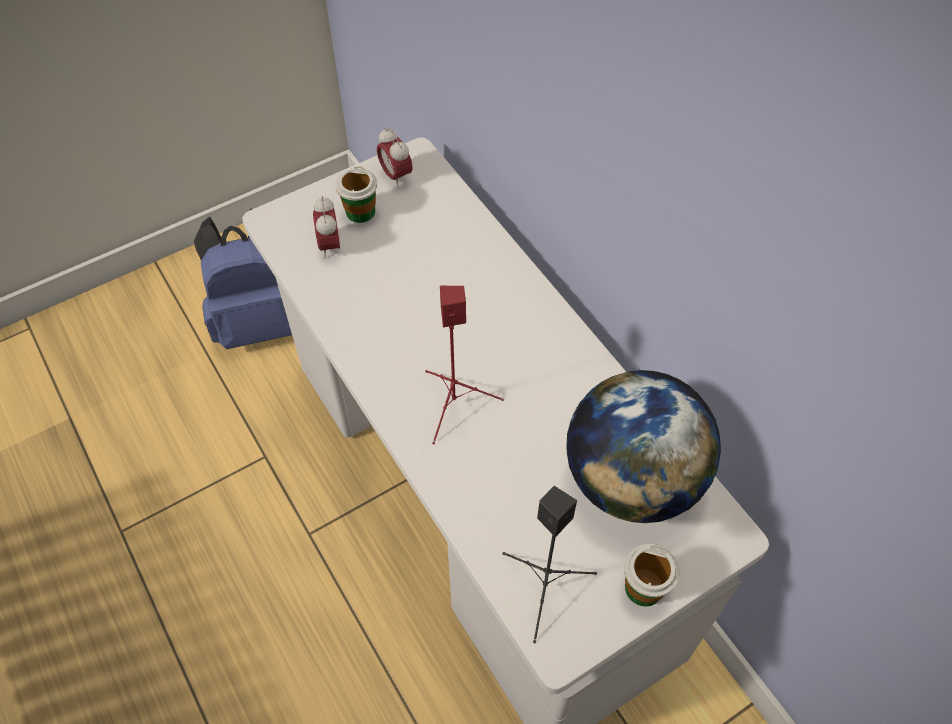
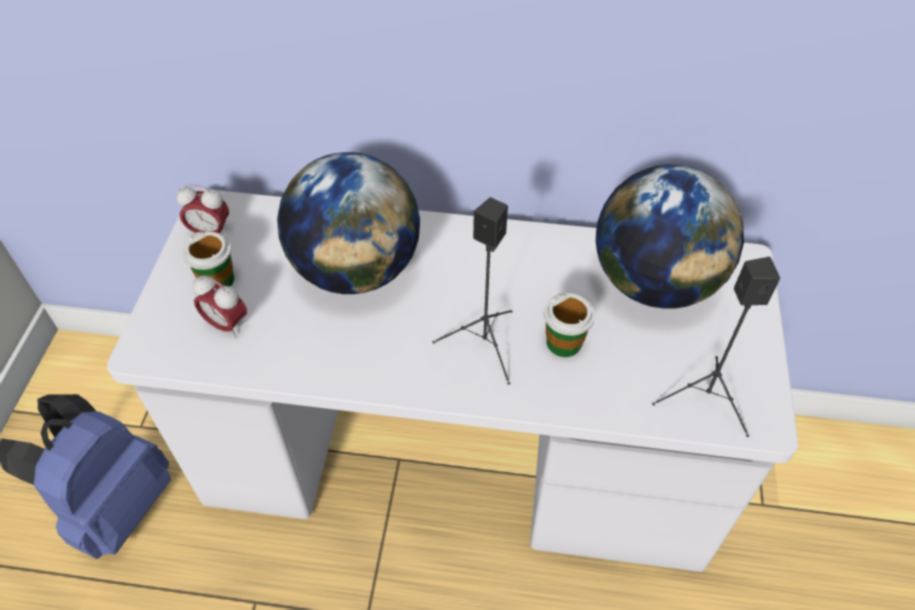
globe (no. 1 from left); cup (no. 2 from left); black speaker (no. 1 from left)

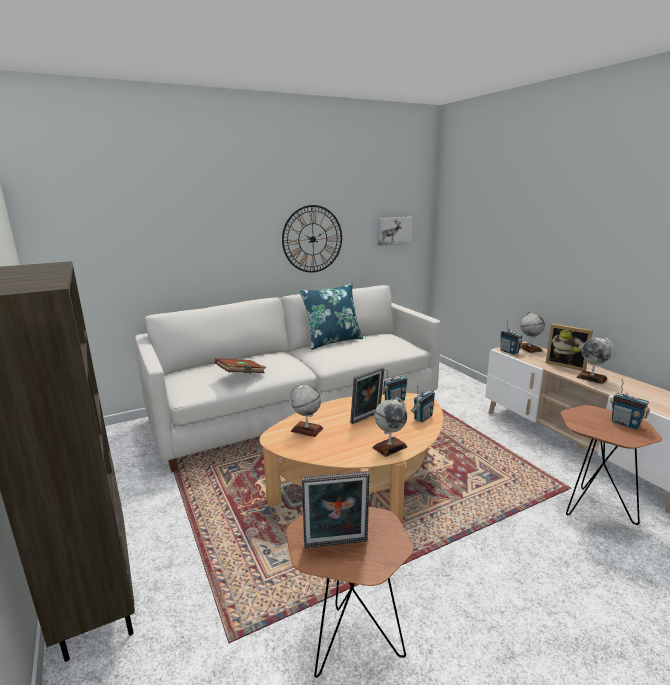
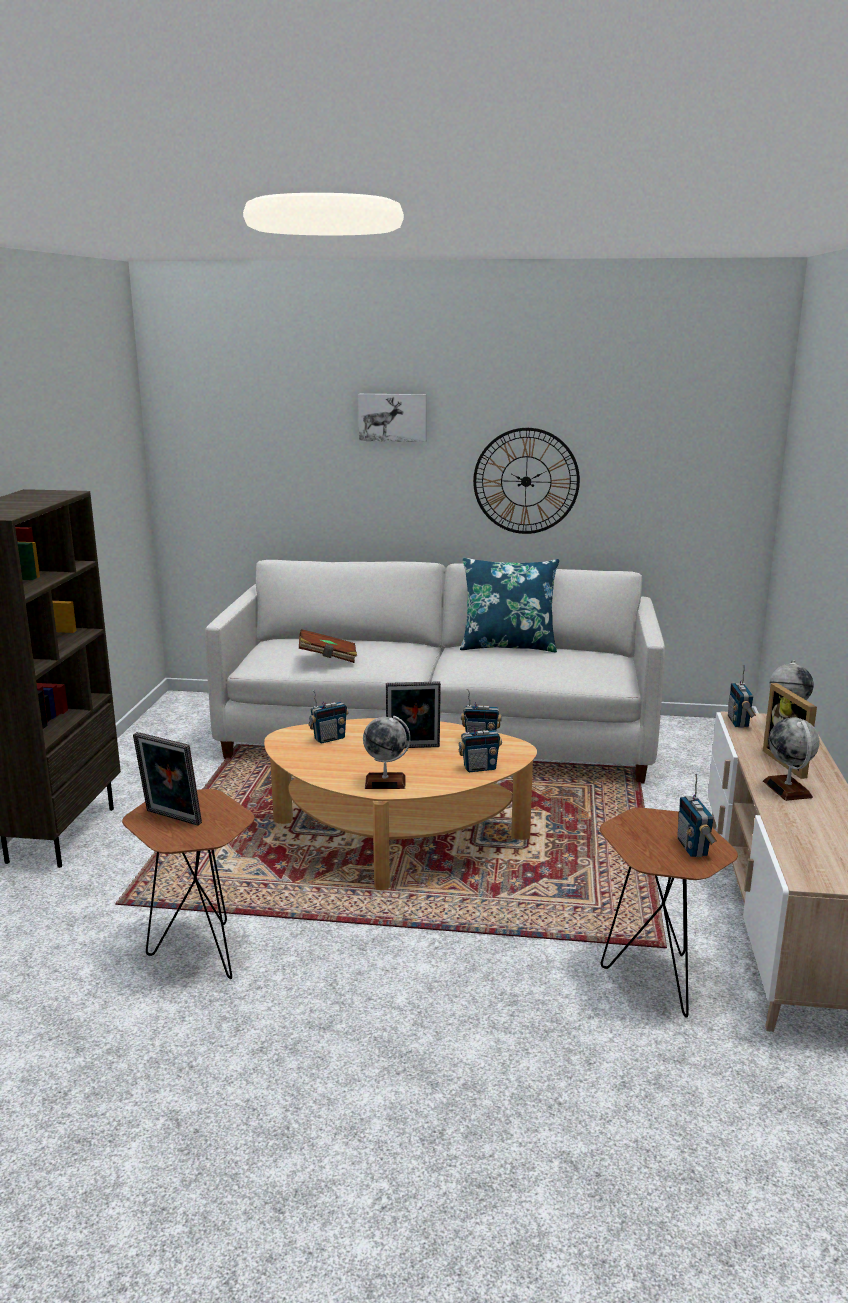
picture; radio (no. 1 from left)

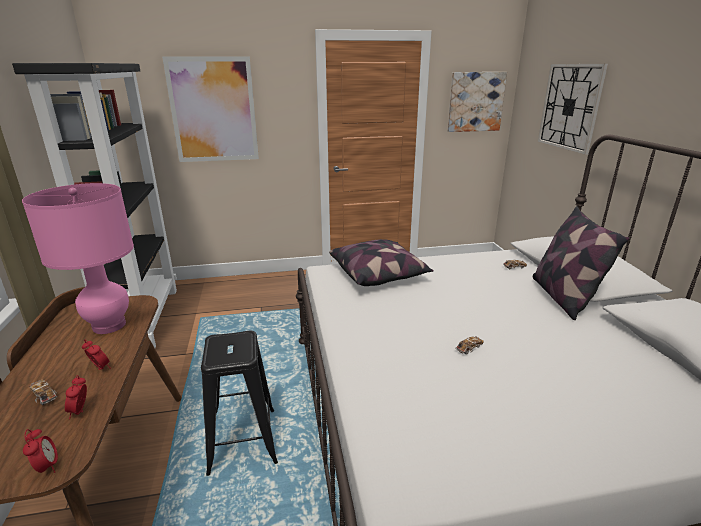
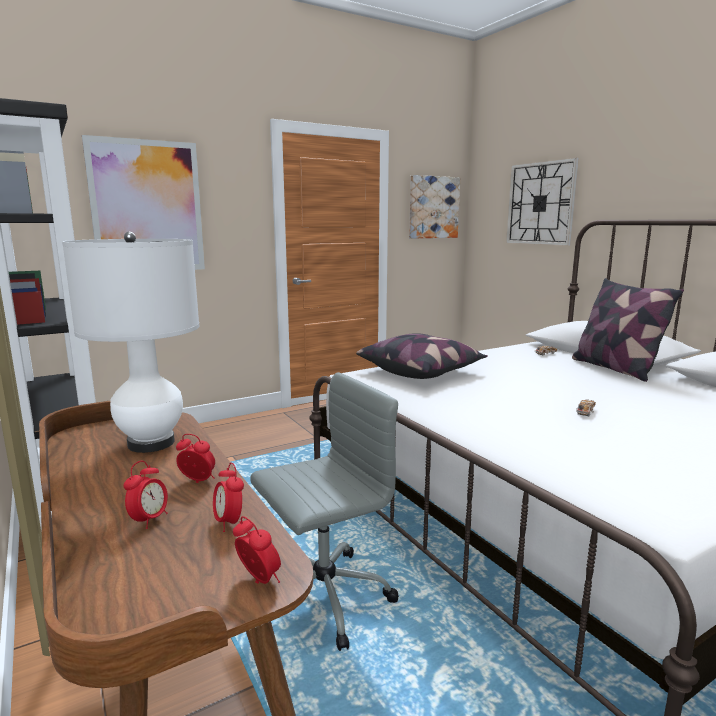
alarm clock (no. 1 from left); grey office chair; white table lamp

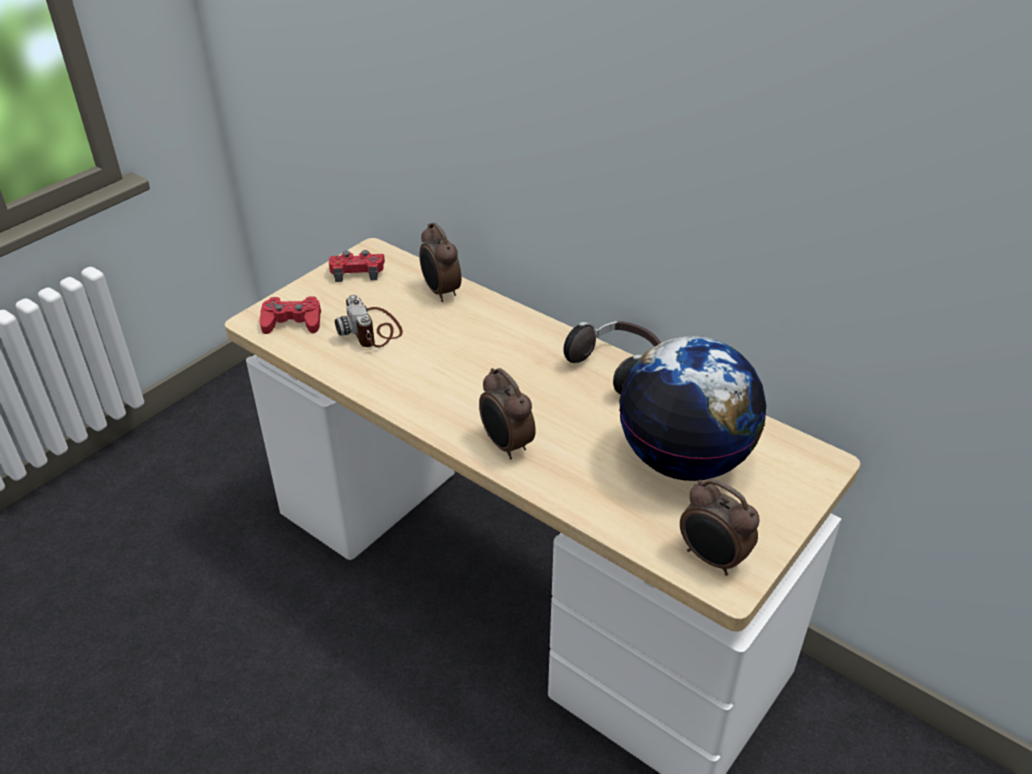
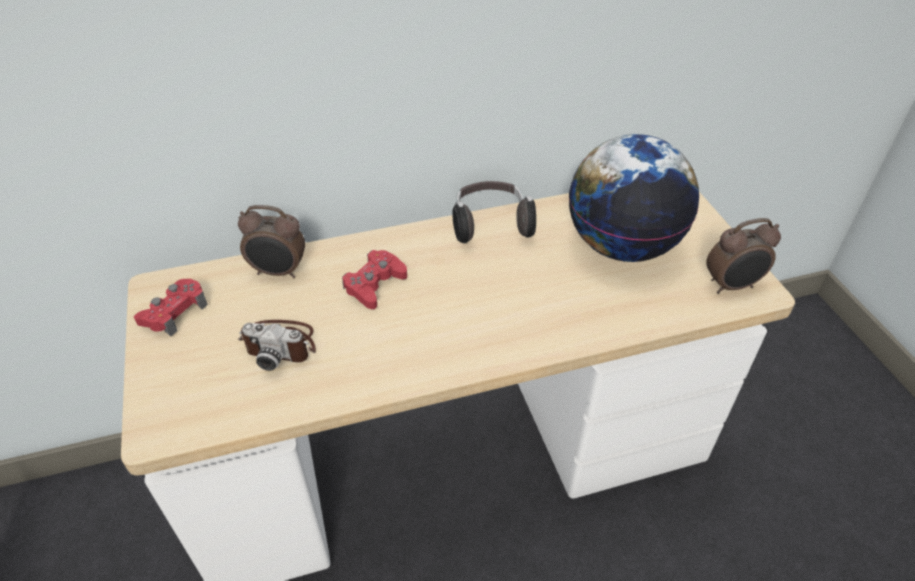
alarm clock (no. 2 from left in the first image); red game controller (no. 2 from left)

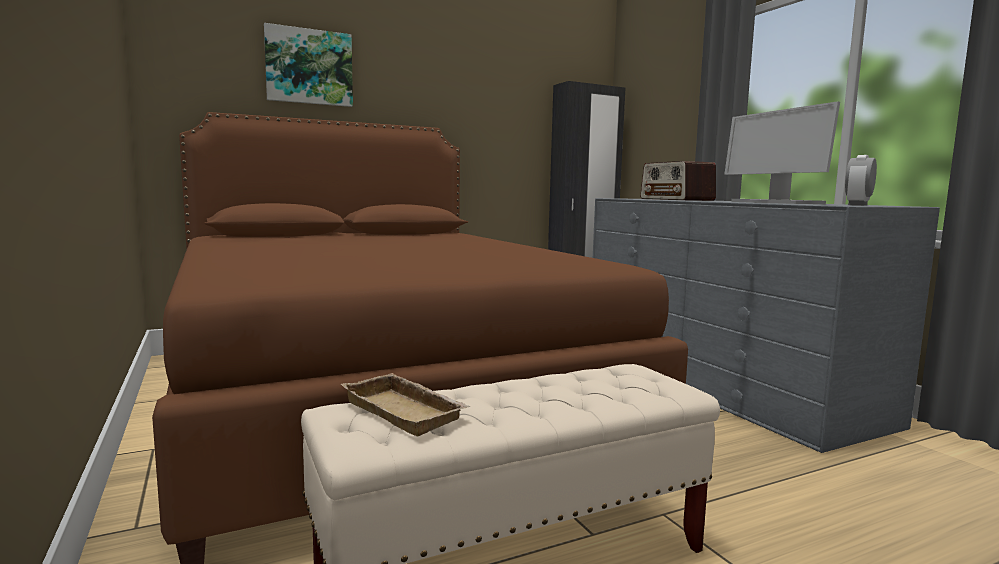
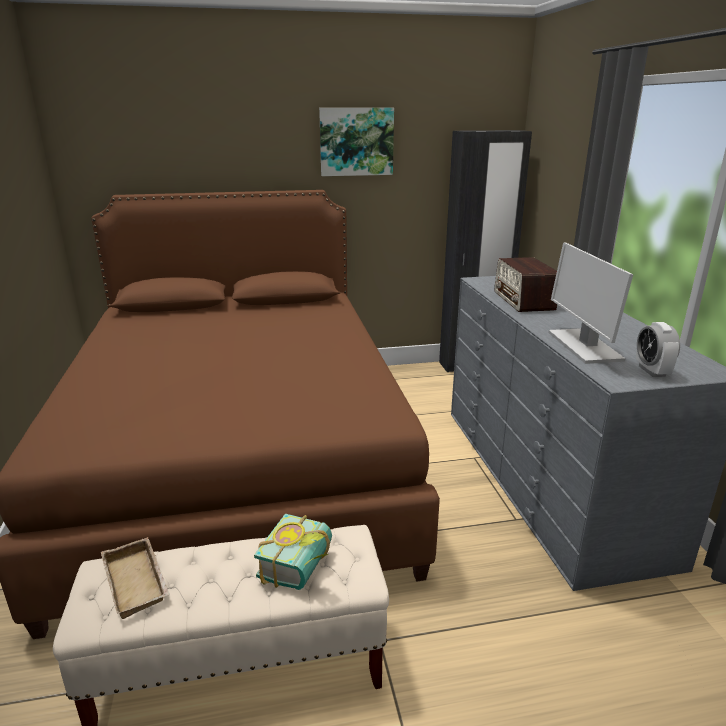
book; picture; alarm clock

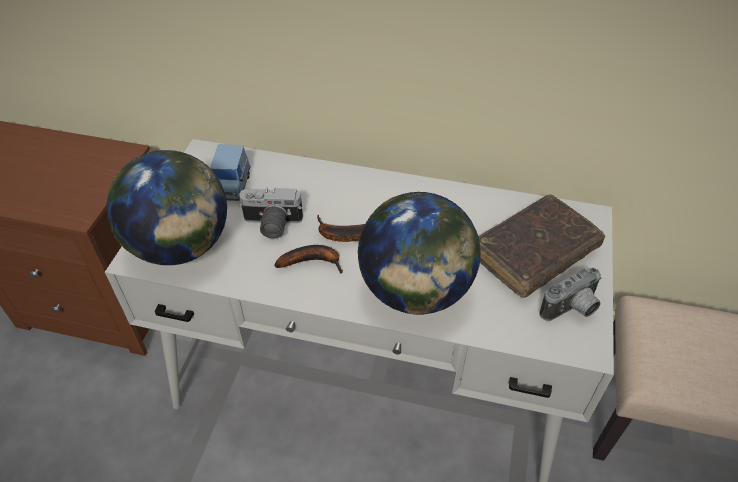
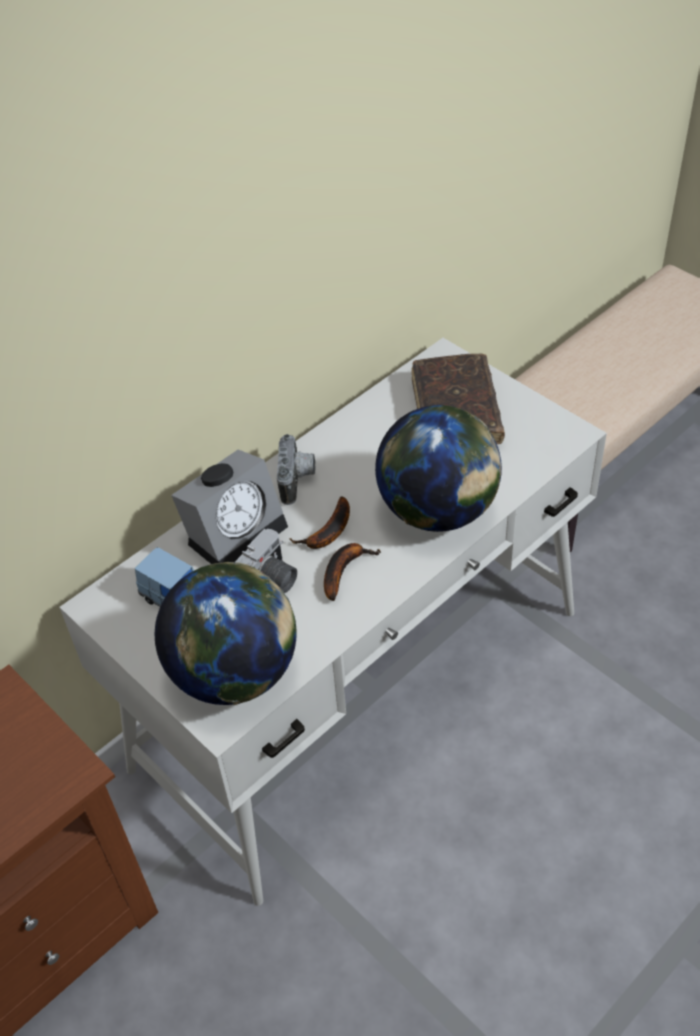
alarm clock; photo camera (no. 2 from left)

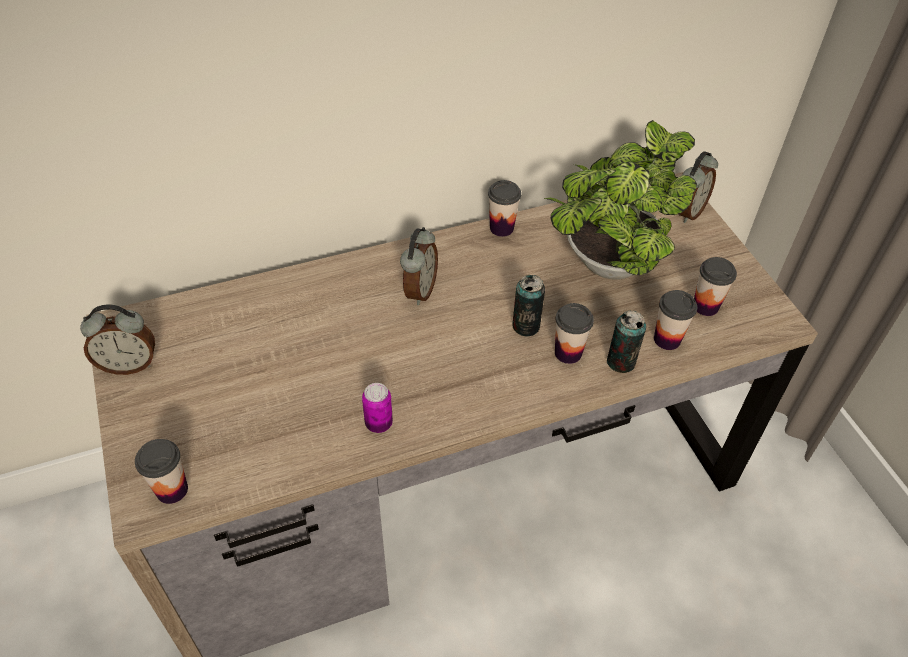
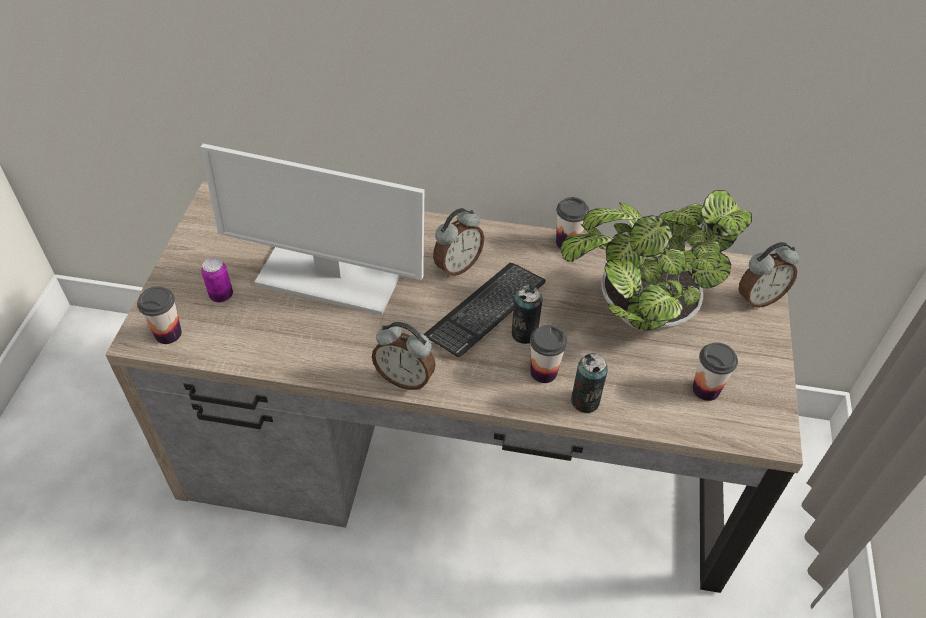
cup (no. 4 from left in the first image); monitor; keyboard; alarm clock (no. 1 from left); can (no. 1 from left)

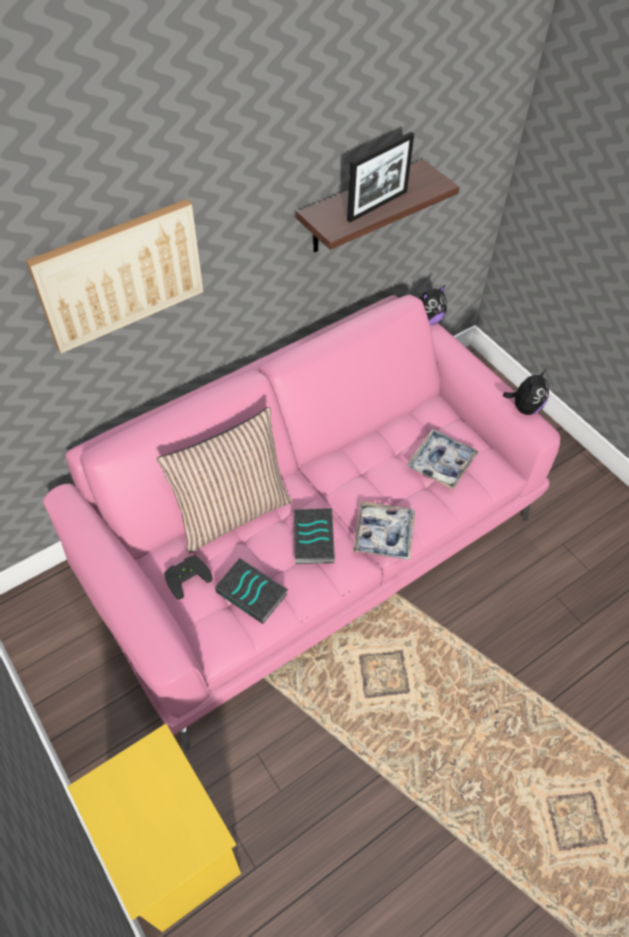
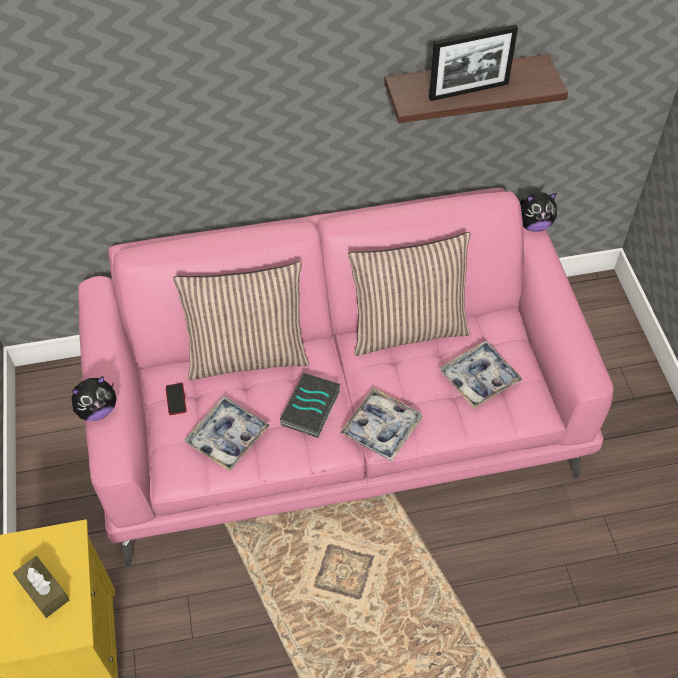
picture; brown tissue box; pillow (no. 2 from left); plush toy (no. 1 from left); phone; tray (no. 1 from left)

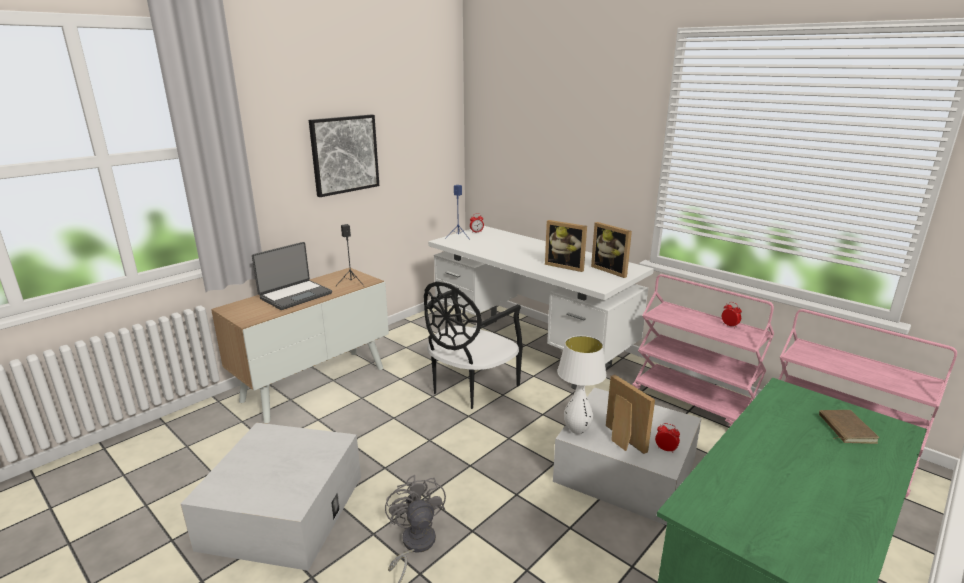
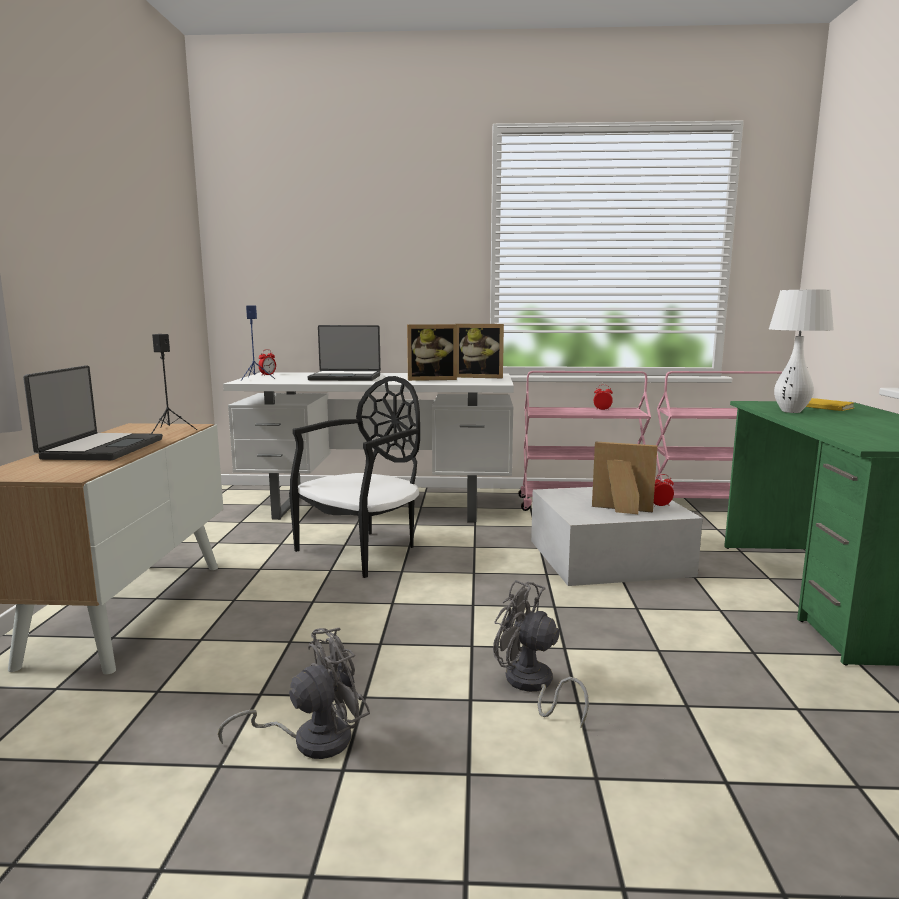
picture; laptop (no. 2 from left); white table lamp; grey fan (no. 1 from left); yellow book; black chair

